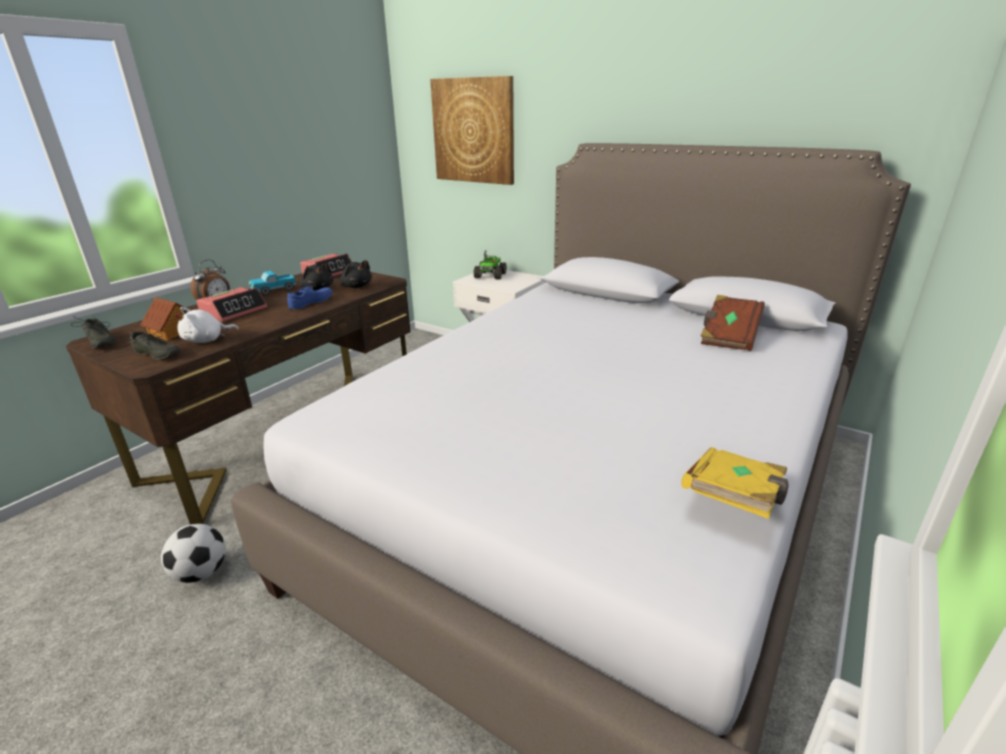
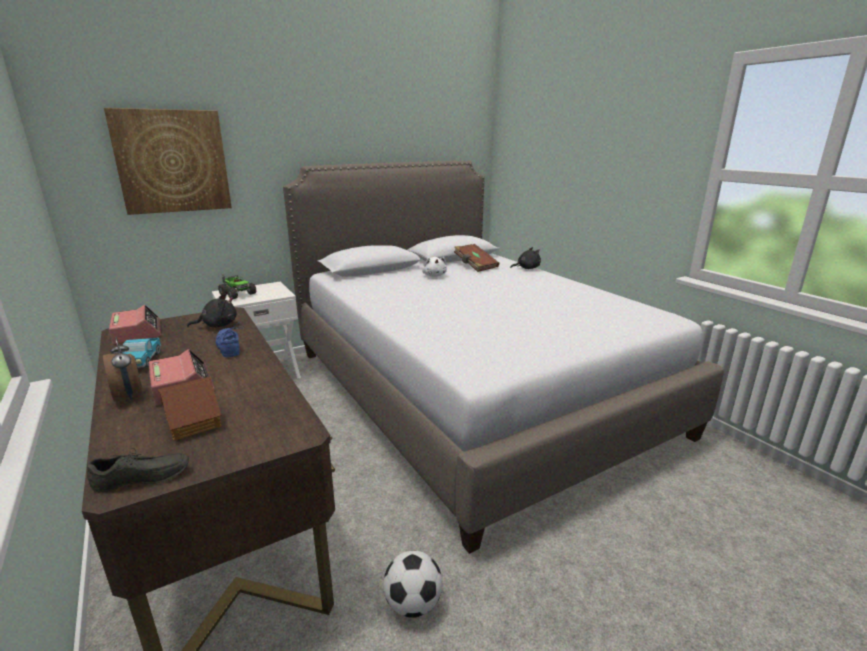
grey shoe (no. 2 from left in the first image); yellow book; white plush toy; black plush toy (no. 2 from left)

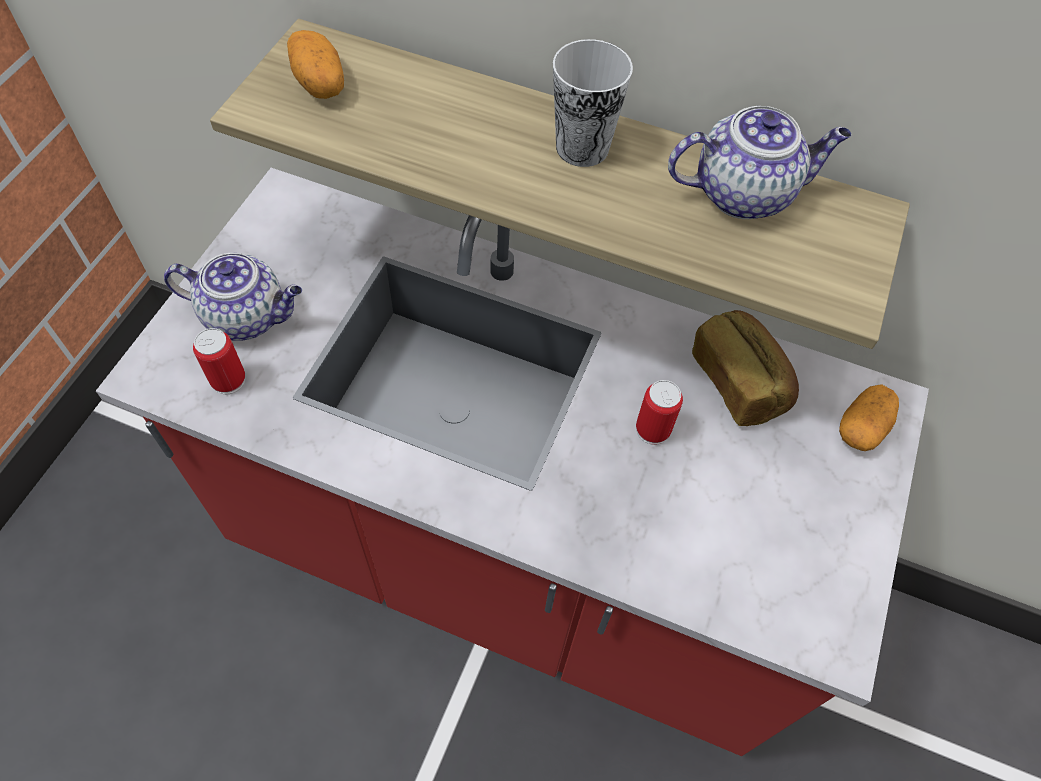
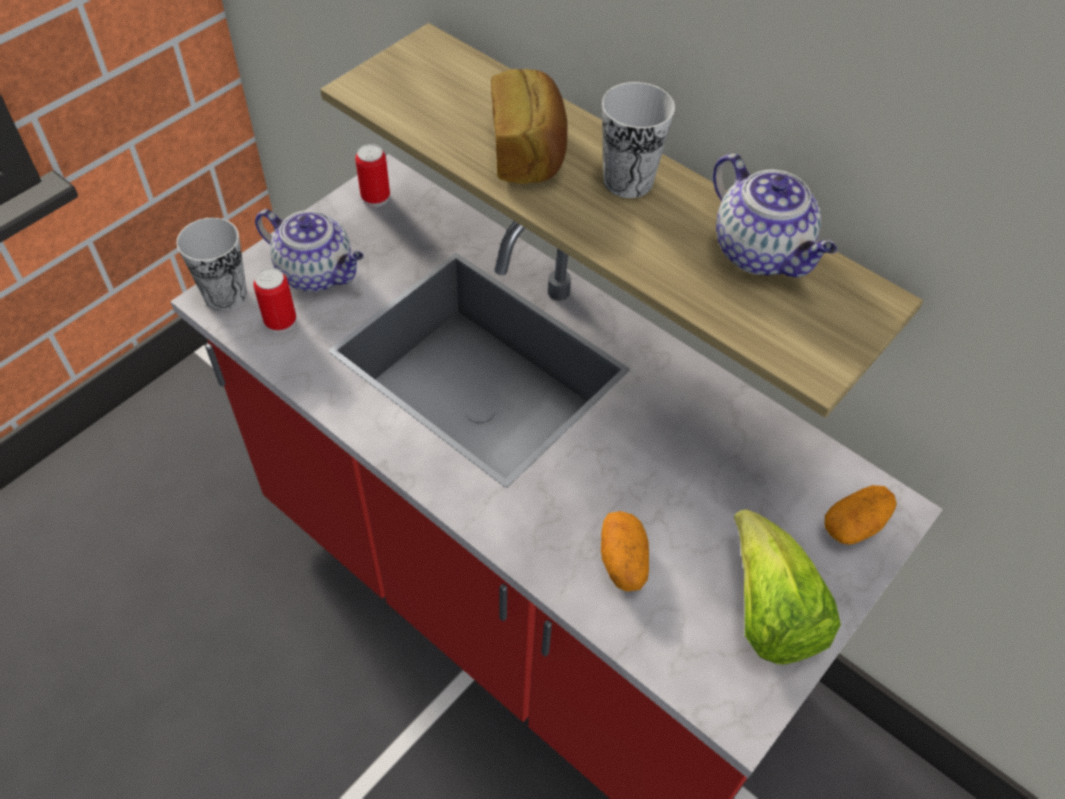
cup (no. 1 from left); lettuce; potato (no. 1 from left); can (no. 2 from left); bread; teapot (no. 2 from left)

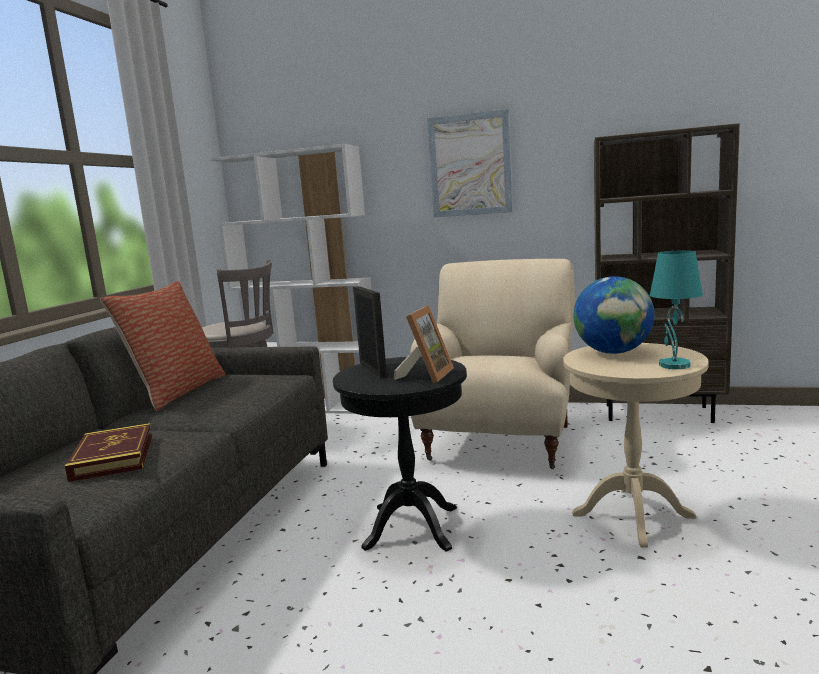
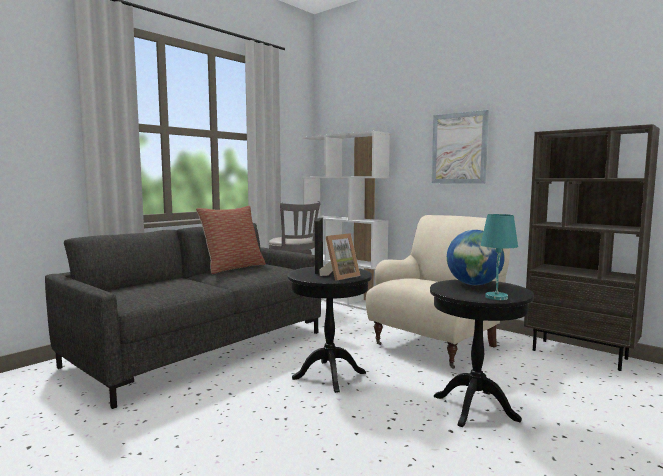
book; black side table (no. 2 from left)

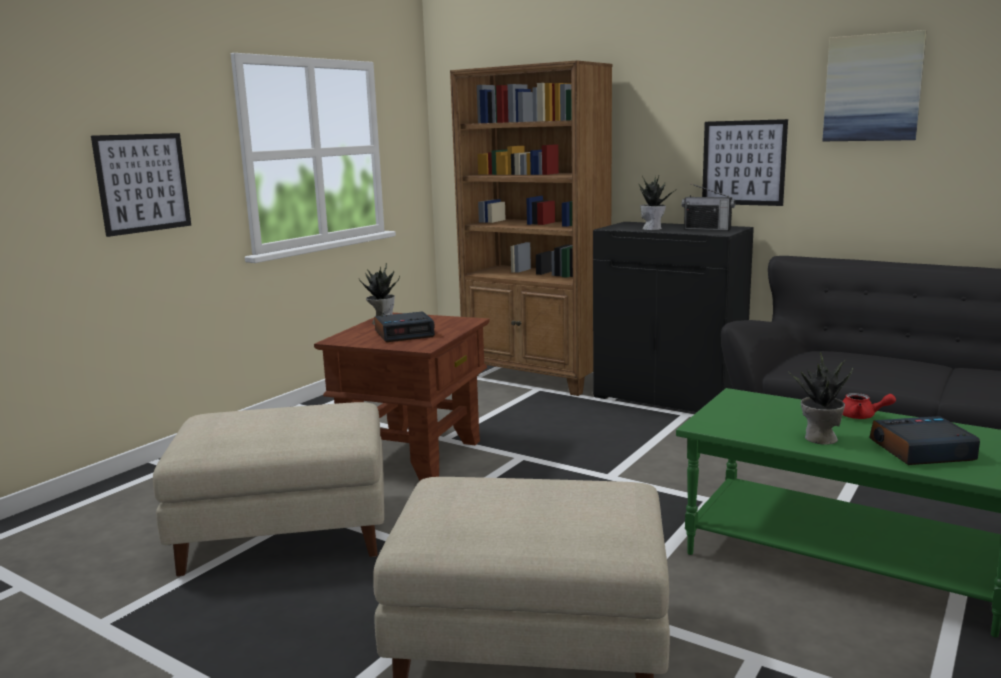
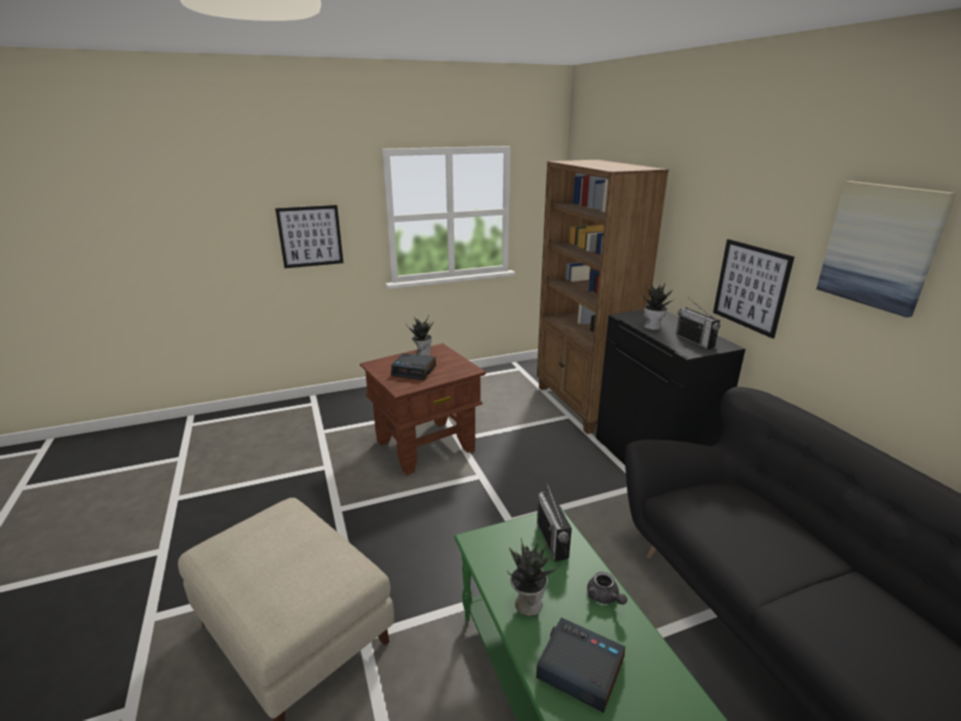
beige ottoman (no. 1 from left in the first image); radio (no. 1 from left); grey teapot

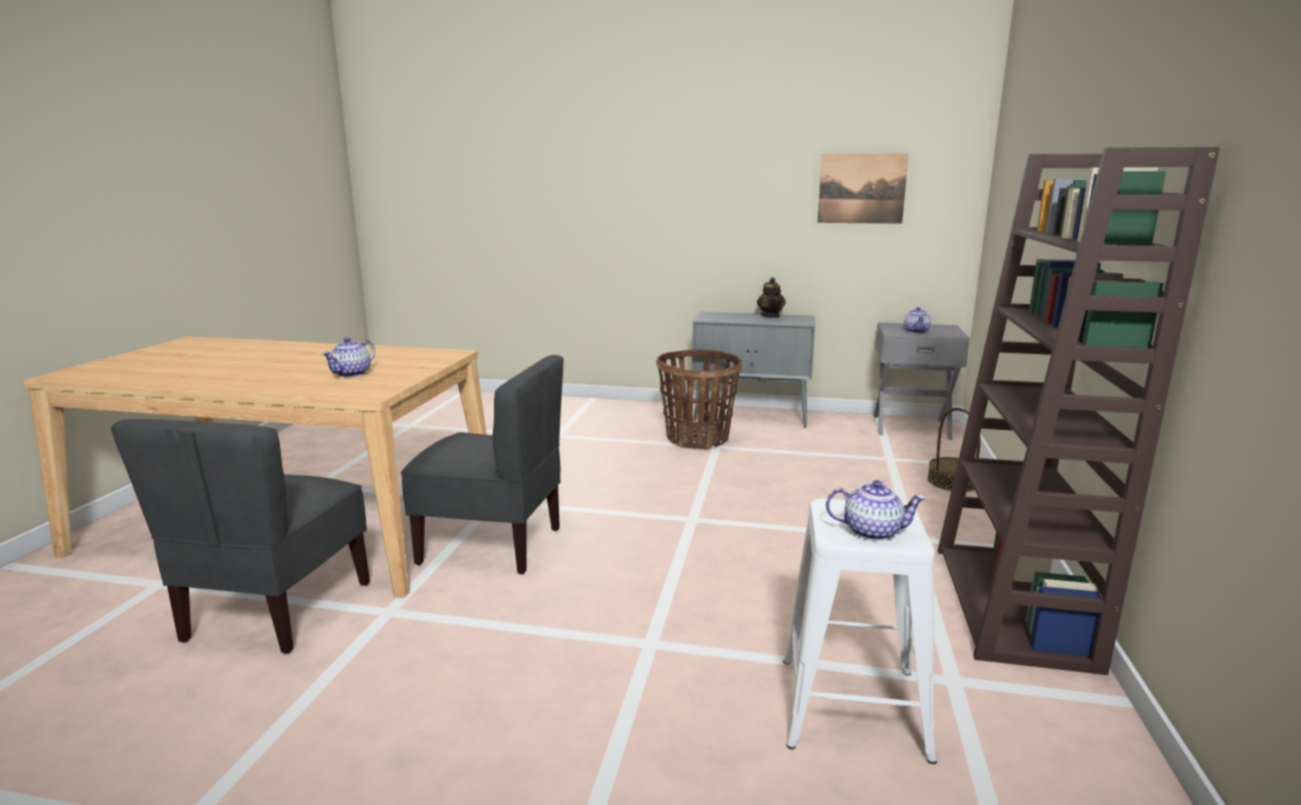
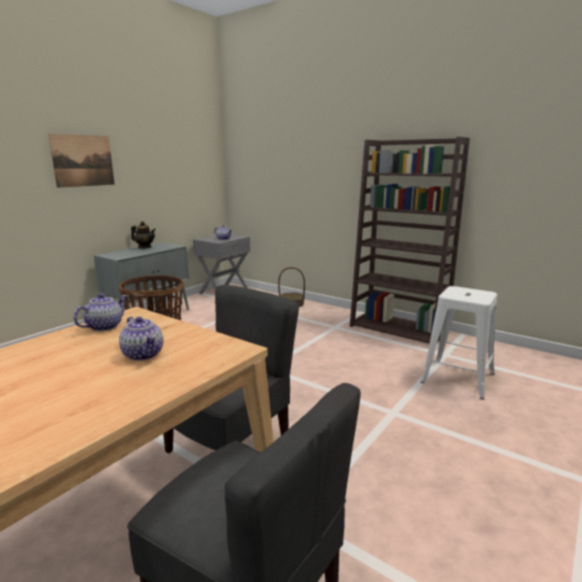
picture; teapot (no. 1 from left)

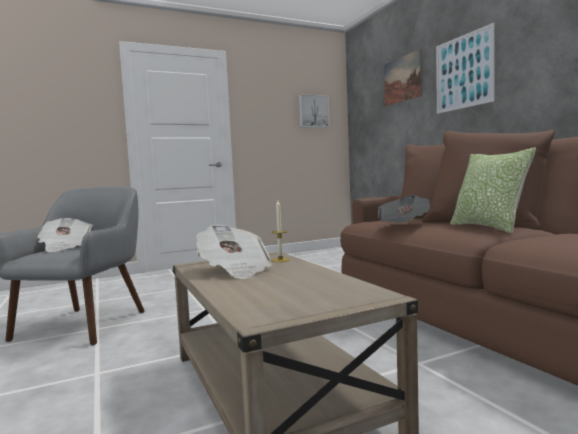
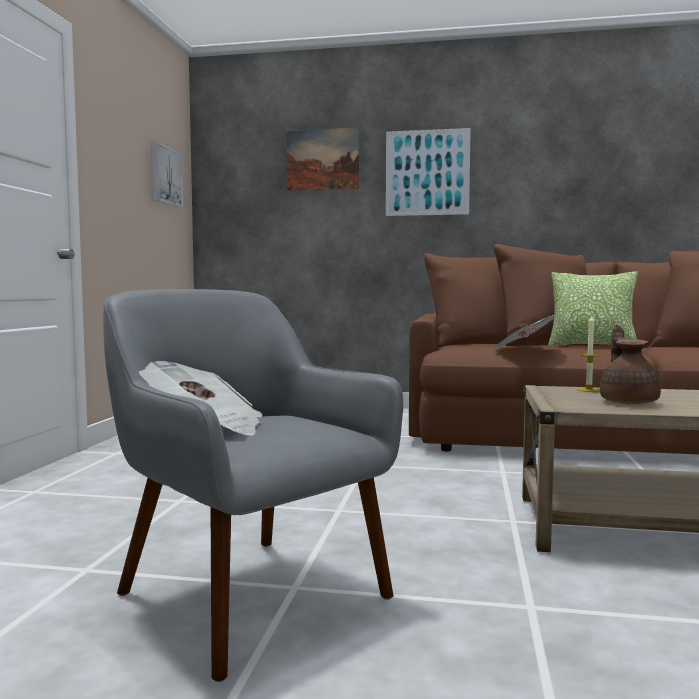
brown teapot

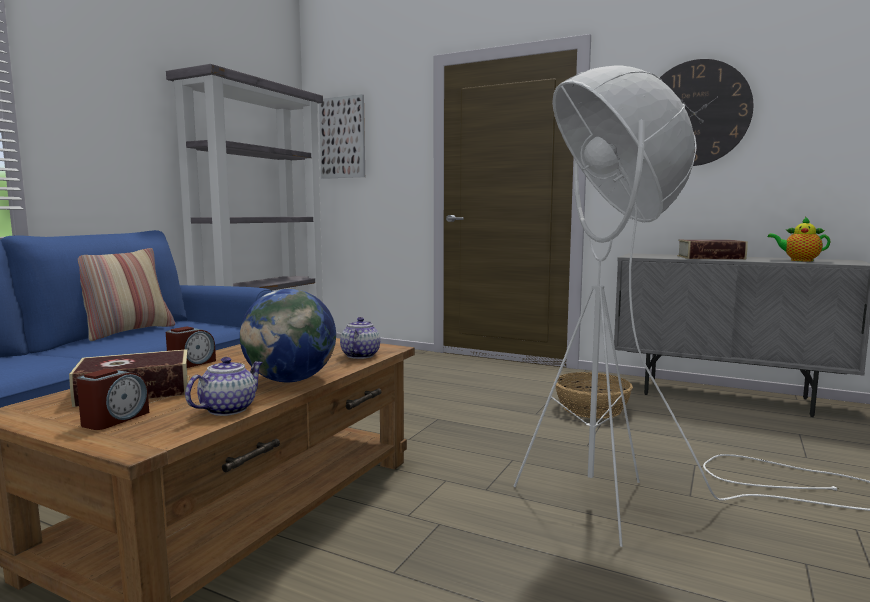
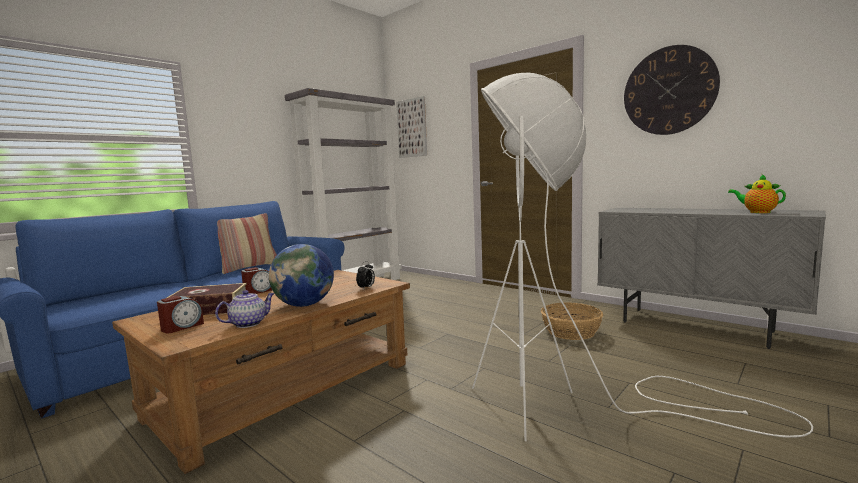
book (no. 2 from left in the first image); alarm clock (no. 3 from left)

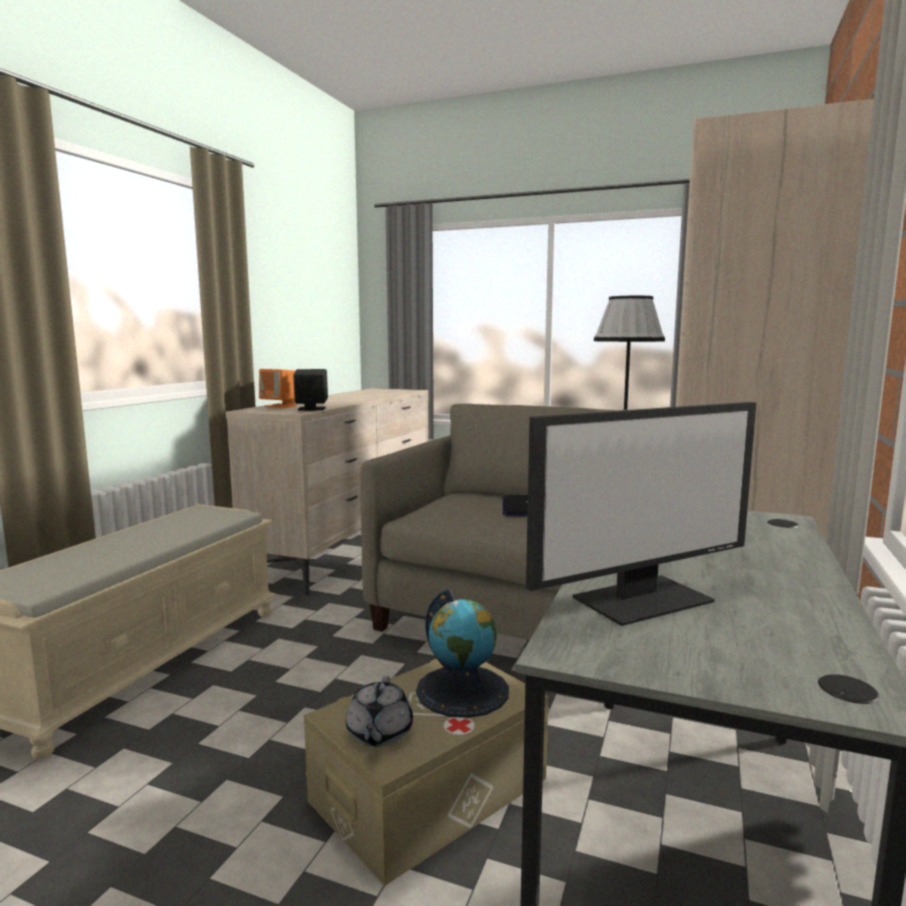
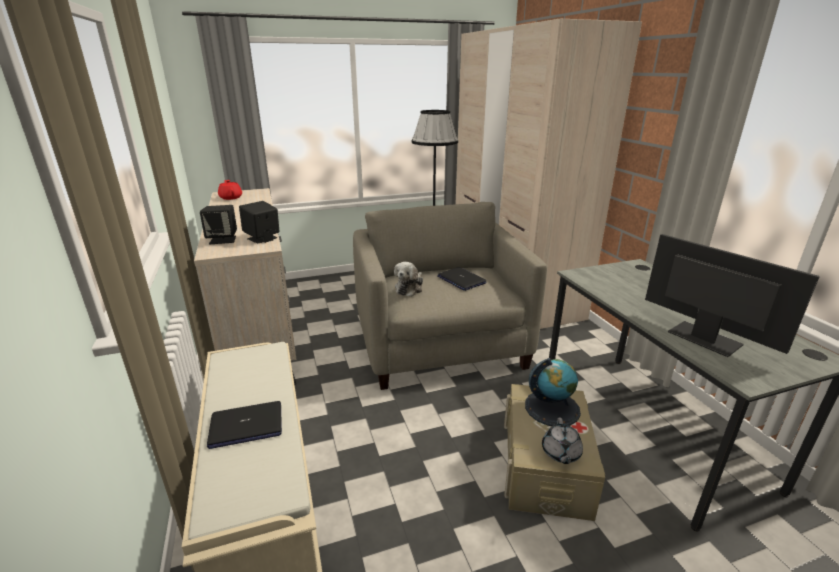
laptop (no. 1 from left); red teapot; plush toy; black speaker (no. 1 from left); grey teapot; monitor

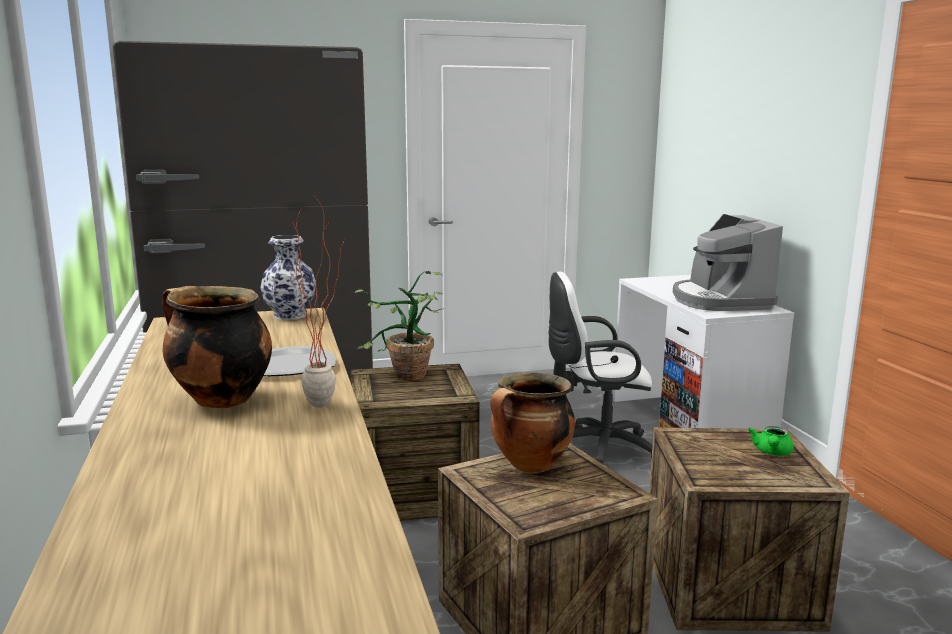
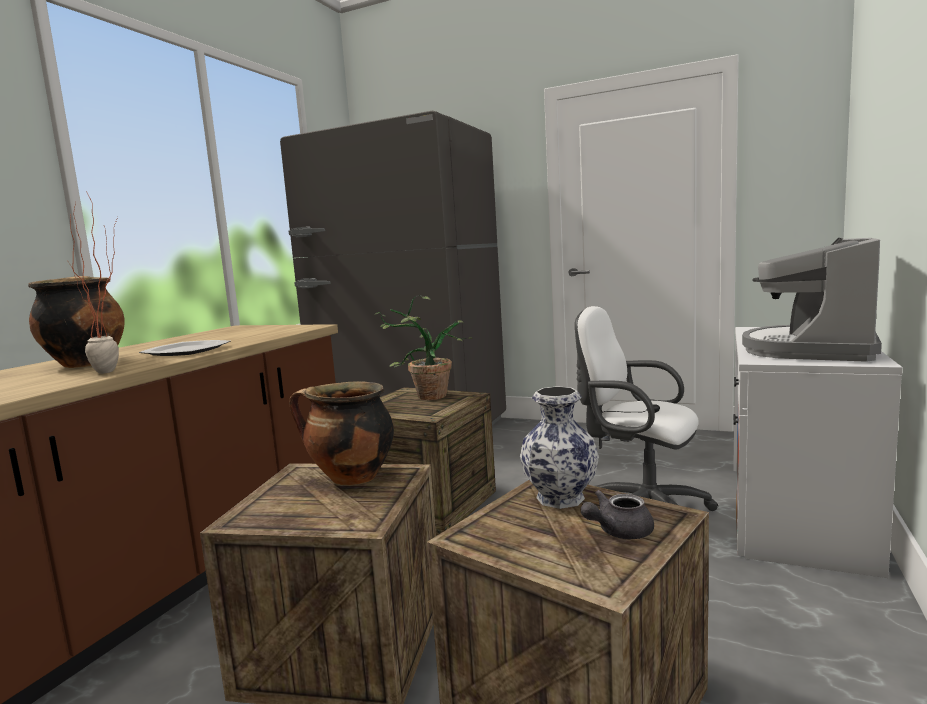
vase; grey teapot

